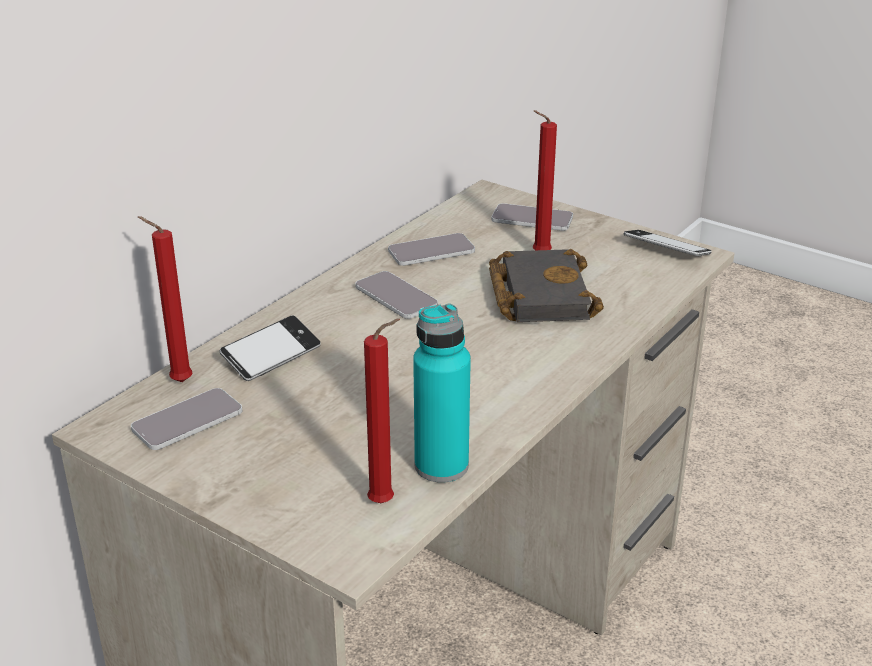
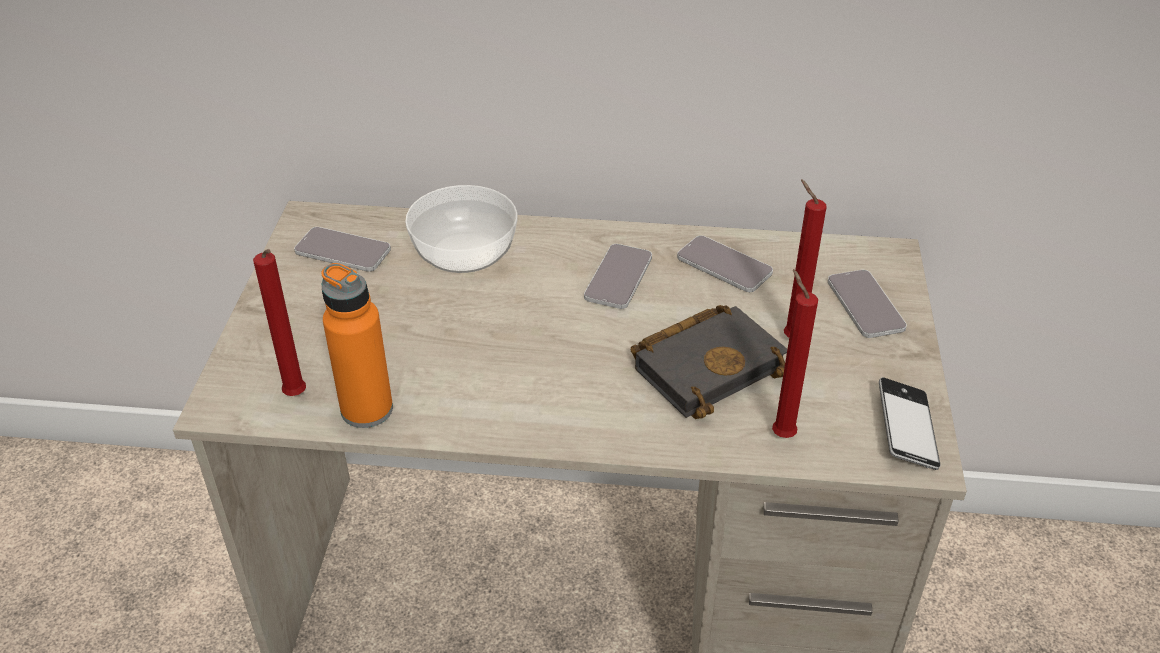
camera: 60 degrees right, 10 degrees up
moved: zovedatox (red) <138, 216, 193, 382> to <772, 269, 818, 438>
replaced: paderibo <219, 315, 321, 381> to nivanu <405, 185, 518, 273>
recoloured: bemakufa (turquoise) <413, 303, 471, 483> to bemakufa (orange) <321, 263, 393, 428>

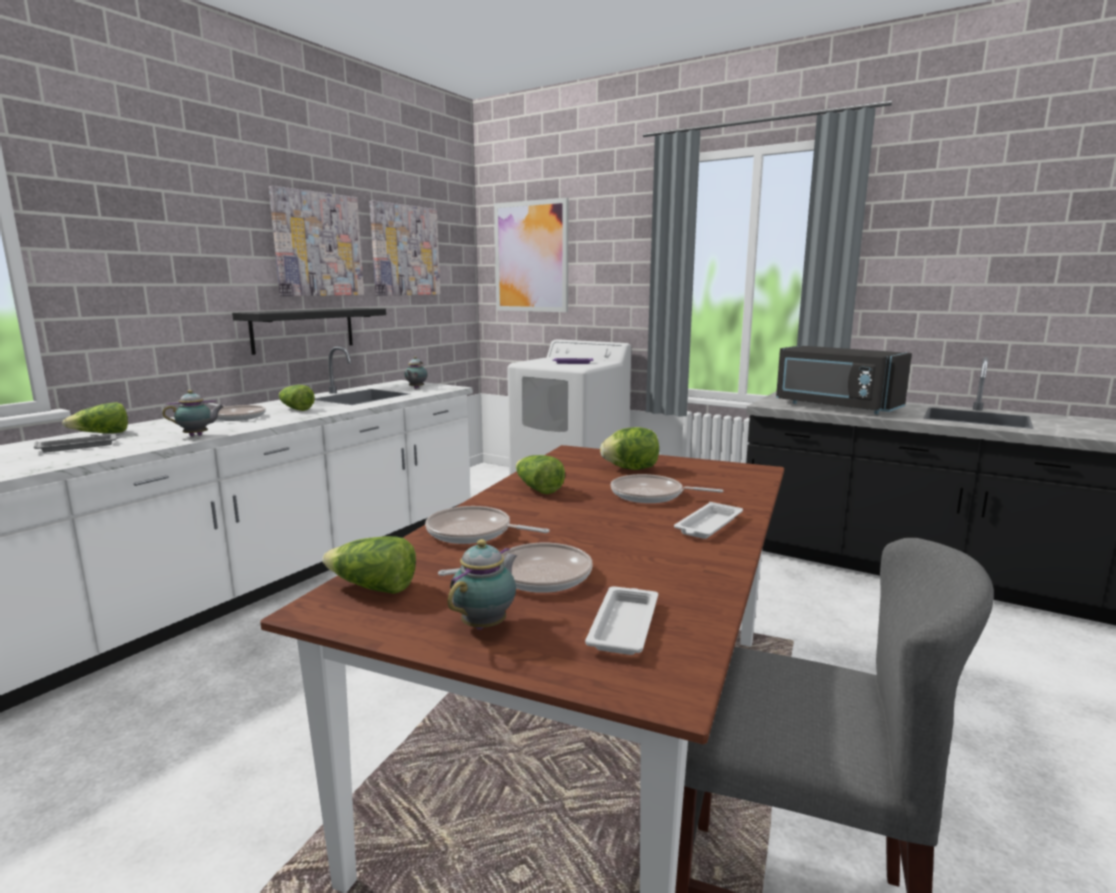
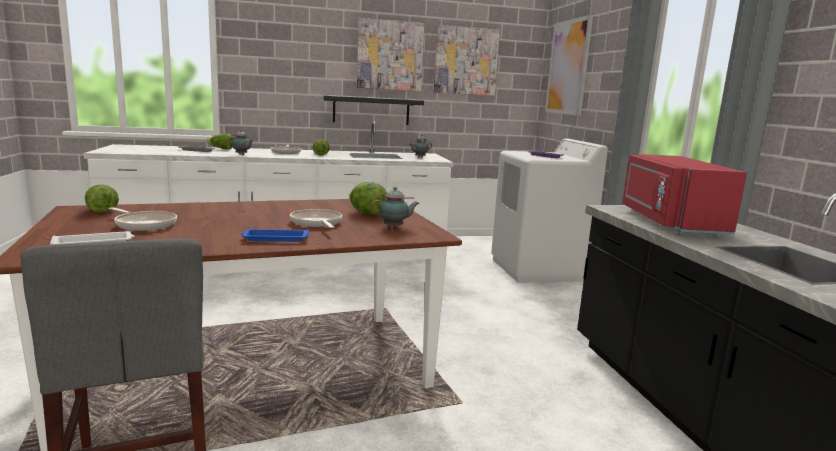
camera: 45 degrees right, 0 degrees up
removed: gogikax <425, 506, 550, 544>; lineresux <516, 455, 565, 494>
moved: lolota <447, 539, 517, 630> to <371, 187, 420, 228>
recoloured: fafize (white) <674, 502, 743, 539> to fafize (blue) <241, 229, 309, 242>; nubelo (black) <776, 346, 912, 414> to nubelo (red) <622, 154, 747, 236>

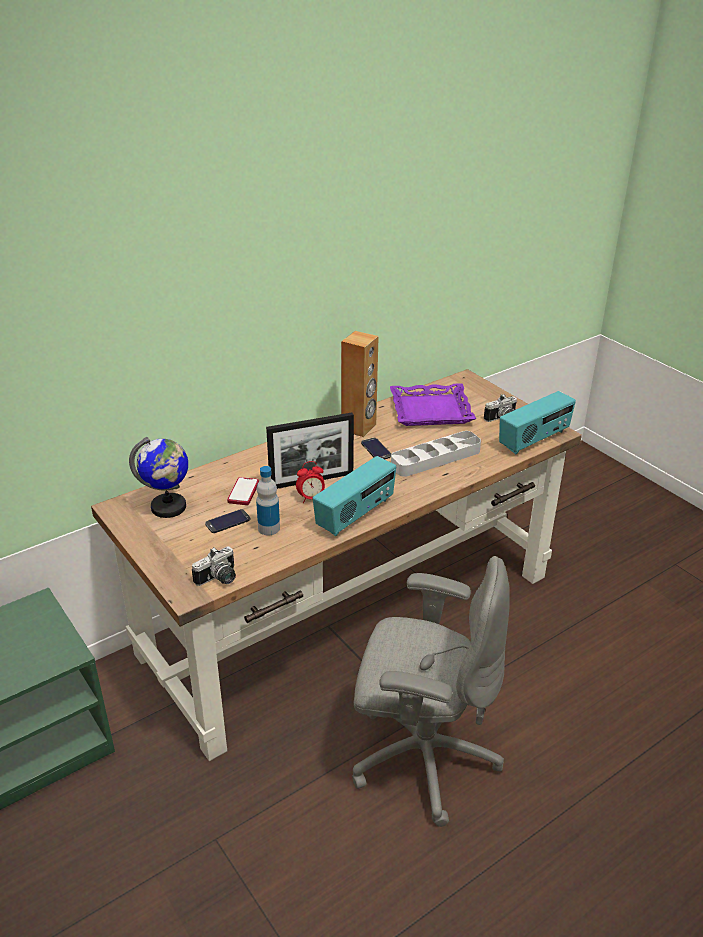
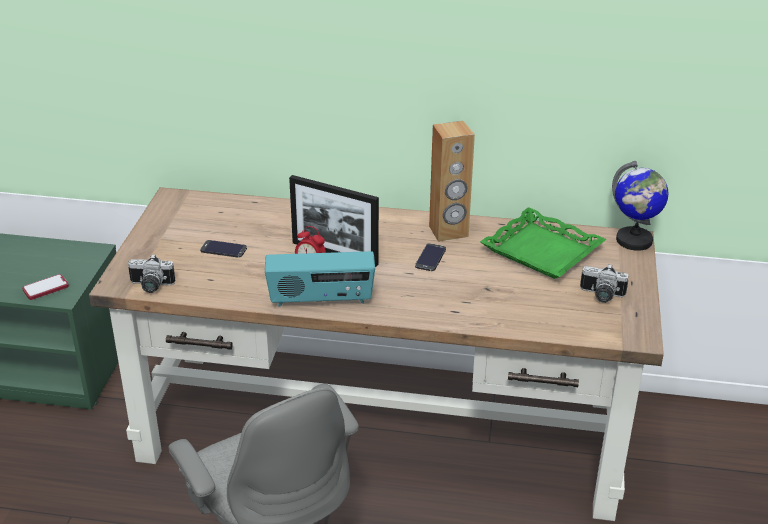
camera: 45 degrees right, 0 degrees up
removed: bemakufa <256, 466, 280, 535>; fafize (grey) <391, 431, 481, 477>; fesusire <499, 391, 576, 454>
moved: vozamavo <129, 437, 188, 518> to <612, 161, 668, 251>; paderibo <227, 477, 259, 505> to <22, 274, 69, 300>
recoloured: fafize (purple) <390, 383, 476, 426> to fafize (green) <480, 207, 606, 279>

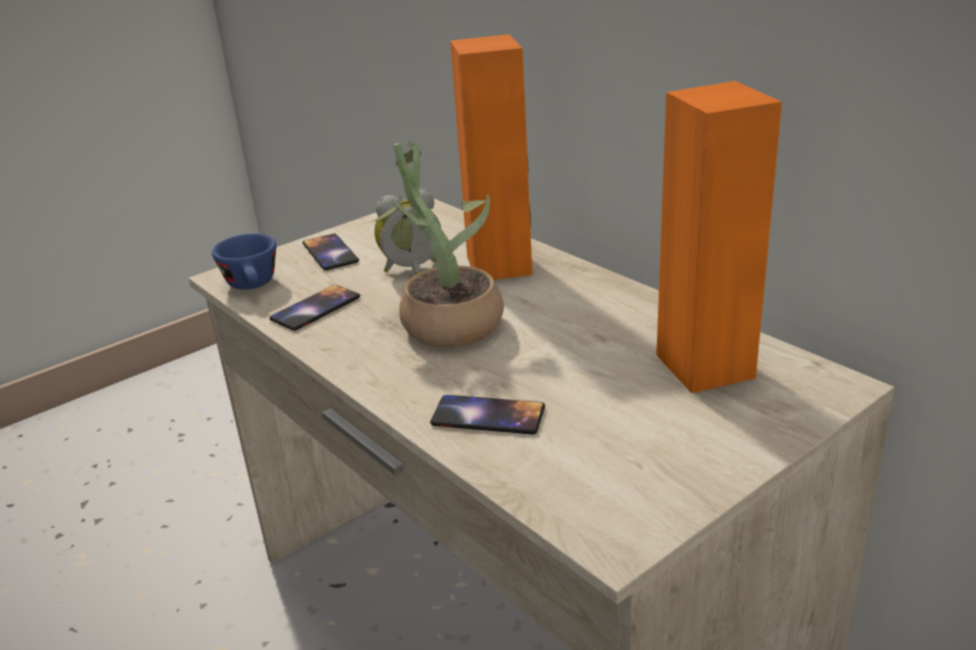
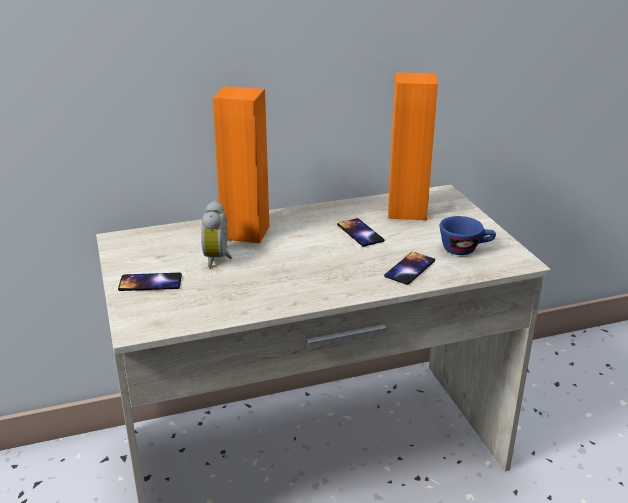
camera: 70 degrees left, 0 degrees up
removed: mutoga <364, 141, 504, 347>
moved: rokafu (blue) <212, 233, 276, 290> to <440, 216, 496, 255>; paderibo <269, 285, 360, 331> to <337, 218, 384, 247>

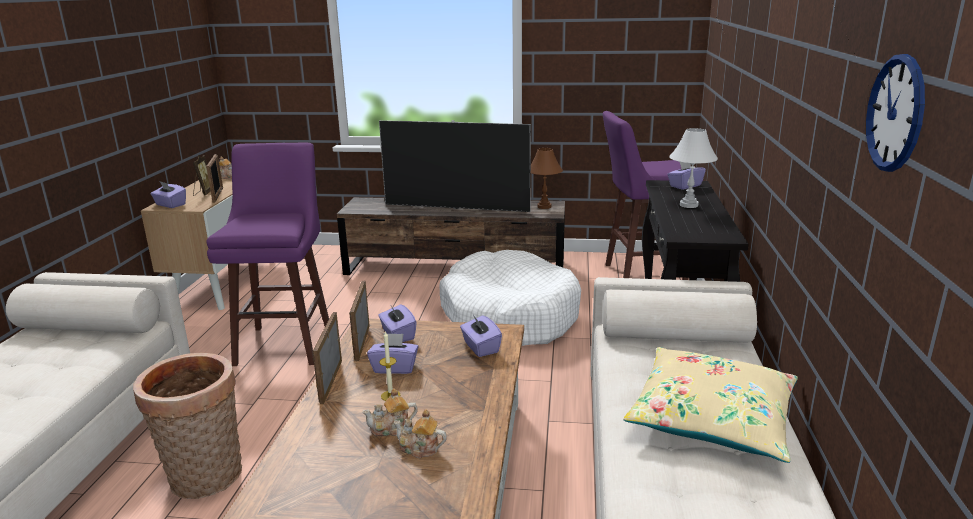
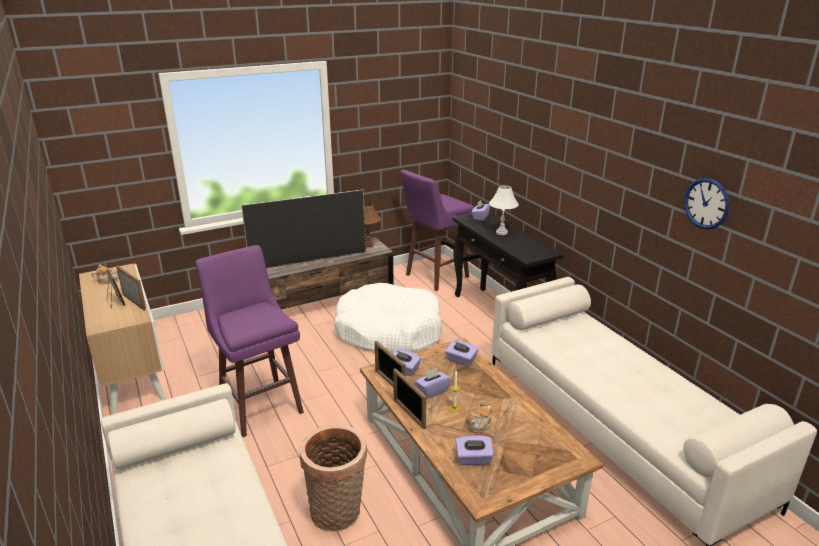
camera: 35 degrees left, 5 degrees up
removed: lolota <394, 409, 447, 458>; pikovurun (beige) <624, 347, 798, 463>
moved: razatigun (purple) <151, 181, 186, 208> to <455, 435, 494, 465>

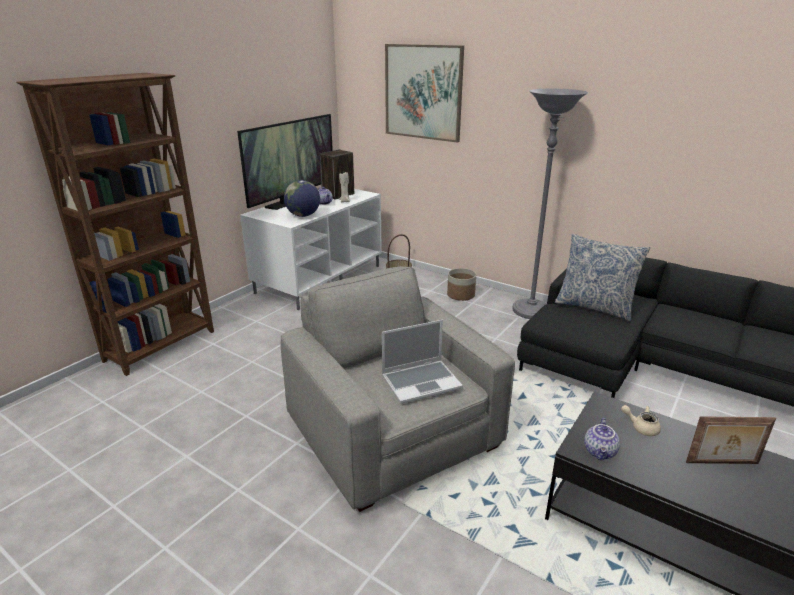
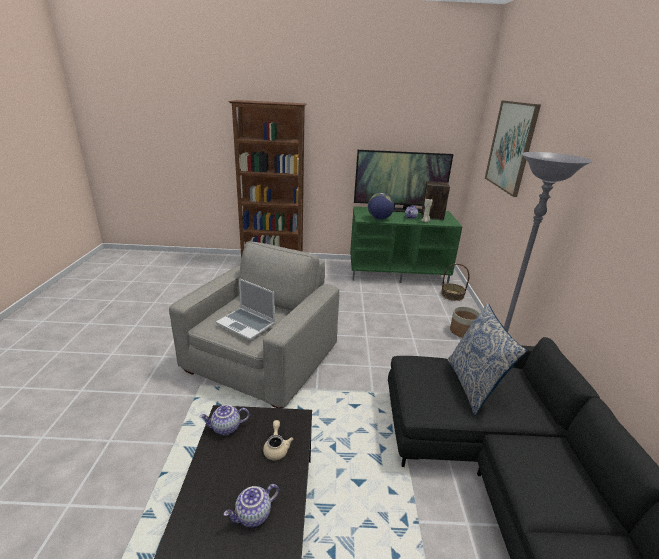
camera: 55 degrees right, 0 degrees up
replaced: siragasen <686, 416, 776, 464> to lolota <223, 484, 279, 527>
recoloured: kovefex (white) <240, 188, 382, 310> to kovefex (green) <350, 207, 462, 284>

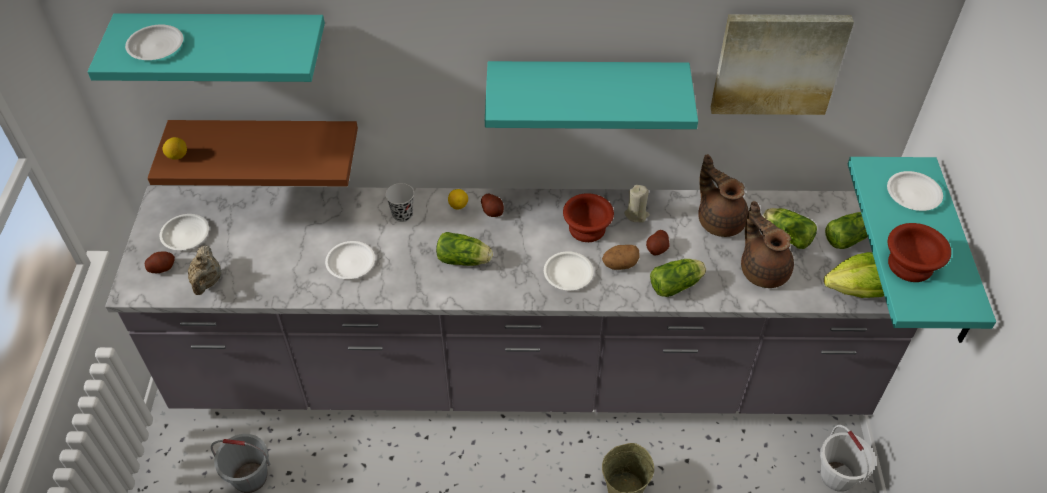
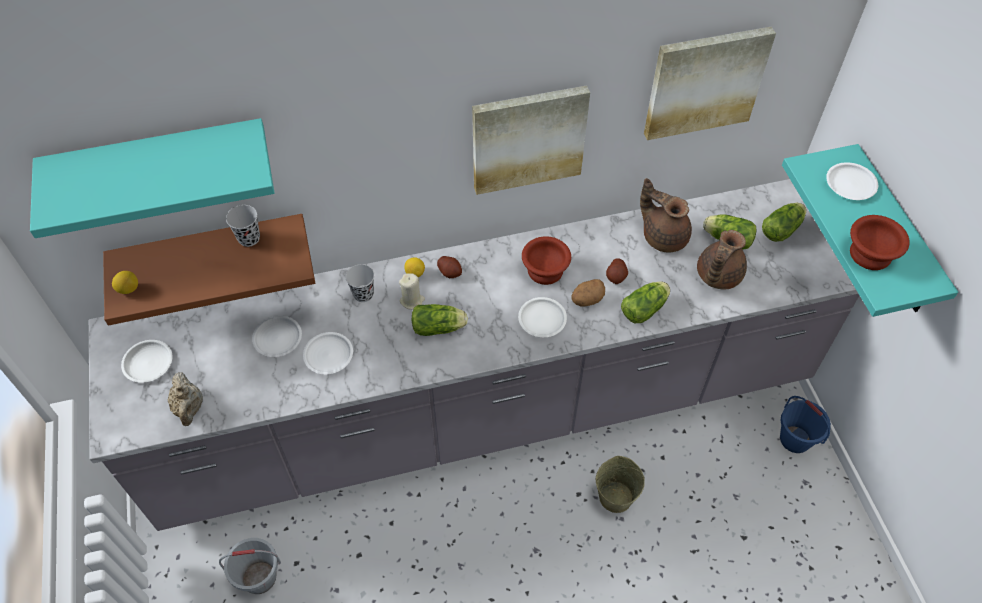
camera: 15 degrees left, 5 degrees up
removed: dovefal <145, 251, 175, 273>; lineresux <824, 252, 884, 298>
added: rokafu (black) <226, 205, 260, 247>
moved: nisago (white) <125, 25, 183, 60> to <252, 316, 302, 357>; zovedatox (beige) <624, 185, 650, 223> to <399, 273, 425, 310>
replaced: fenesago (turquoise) <485, 61, 698, 129> to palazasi <472, 85, 590, 195>
recoloured: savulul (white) <820, 425, 875, 492> to savulul (blue) <780, 396, 831, 453>
turned: lolota (brown) <741, 201, 794, 288> = <697, 230, 747, 290> 105 degrees counterclockwise

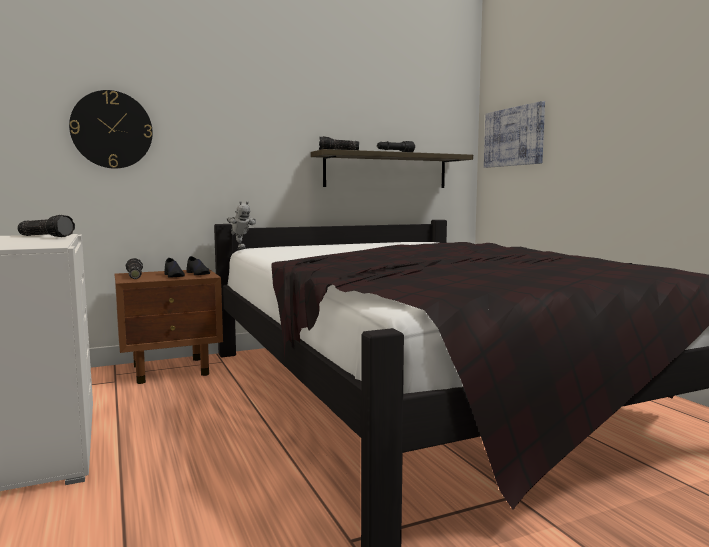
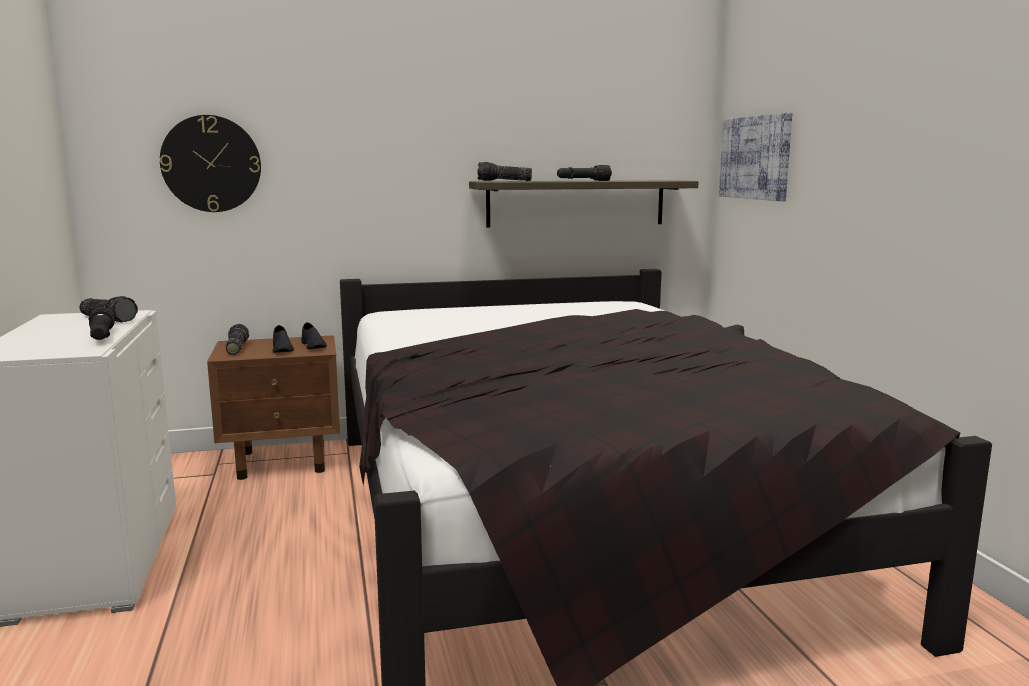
camera: 10 degrees right, 5 degrees up
removed: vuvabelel <227, 201, 256, 249>
added: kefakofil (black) <89, 307, 115, 340>

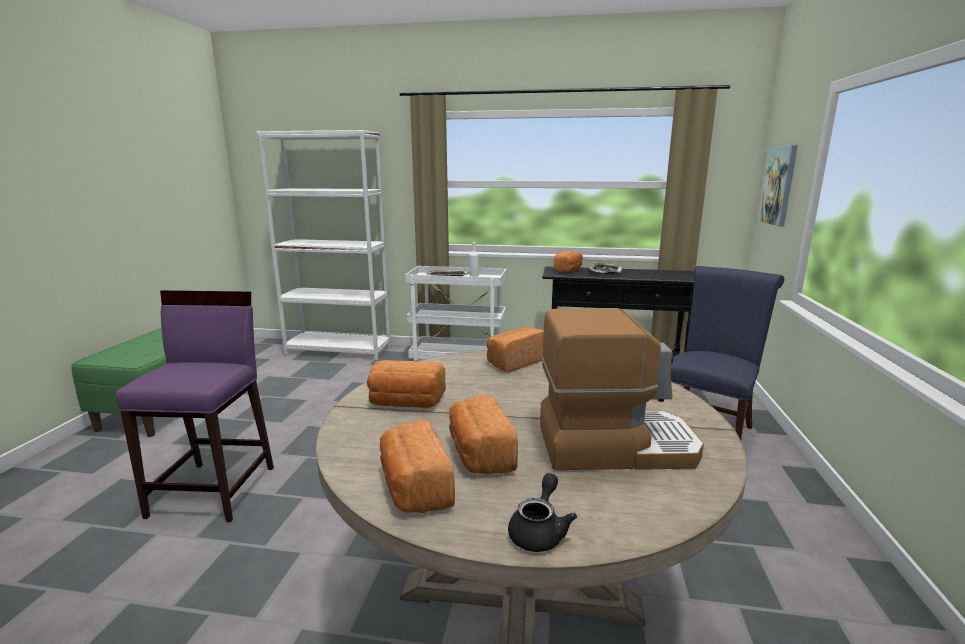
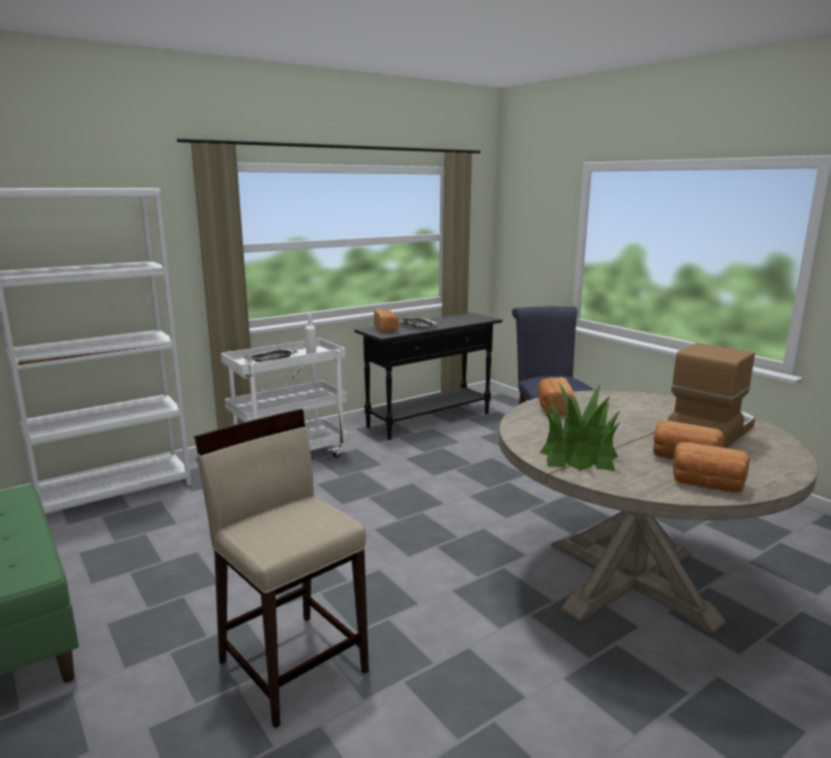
camera: 45 degrees left, 0 degrees up
removed: lolota (black) <508, 473, 577, 552>; palazasi <757, 145, 798, 227>
replaced: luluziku <367, 360, 446, 408> to mutoga <540, 382, 621, 471>
recoloured: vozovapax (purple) <116, 290, 274, 522> to vozovapax (beige) <194, 409, 369, 728>

